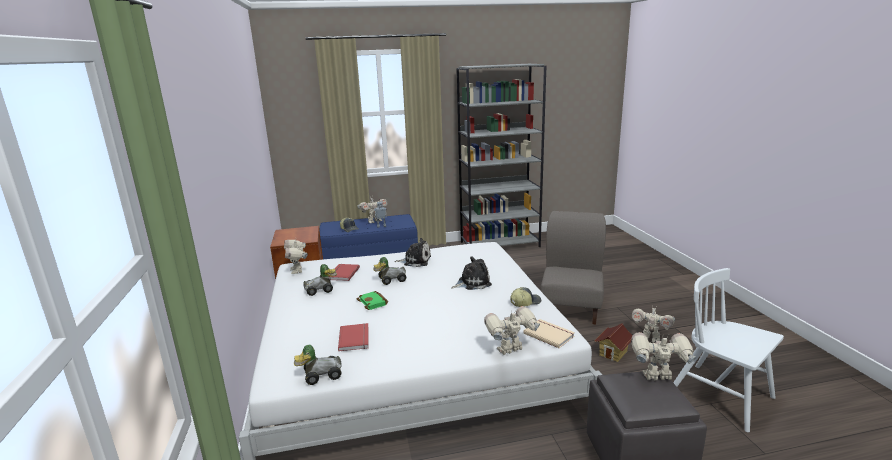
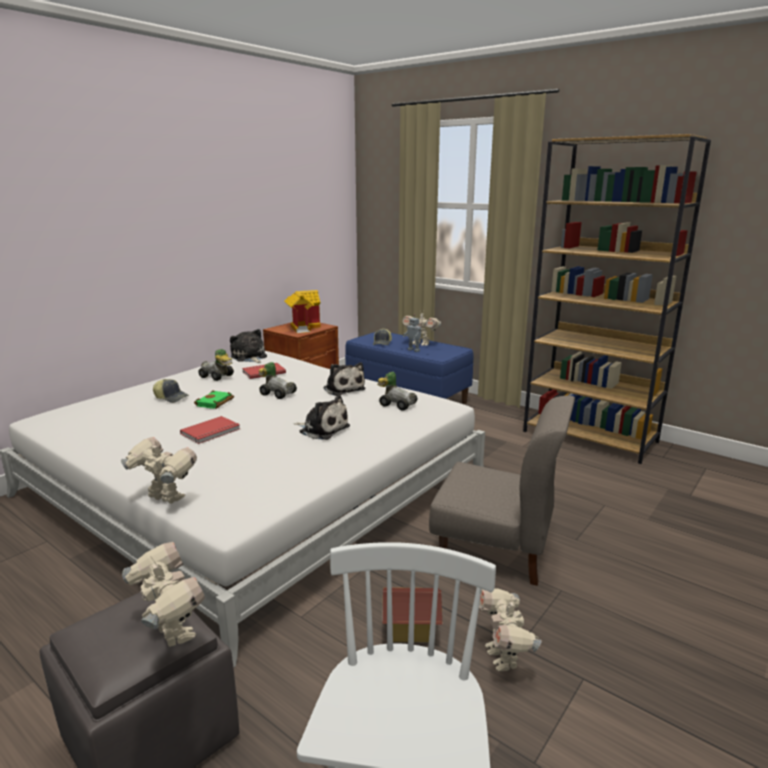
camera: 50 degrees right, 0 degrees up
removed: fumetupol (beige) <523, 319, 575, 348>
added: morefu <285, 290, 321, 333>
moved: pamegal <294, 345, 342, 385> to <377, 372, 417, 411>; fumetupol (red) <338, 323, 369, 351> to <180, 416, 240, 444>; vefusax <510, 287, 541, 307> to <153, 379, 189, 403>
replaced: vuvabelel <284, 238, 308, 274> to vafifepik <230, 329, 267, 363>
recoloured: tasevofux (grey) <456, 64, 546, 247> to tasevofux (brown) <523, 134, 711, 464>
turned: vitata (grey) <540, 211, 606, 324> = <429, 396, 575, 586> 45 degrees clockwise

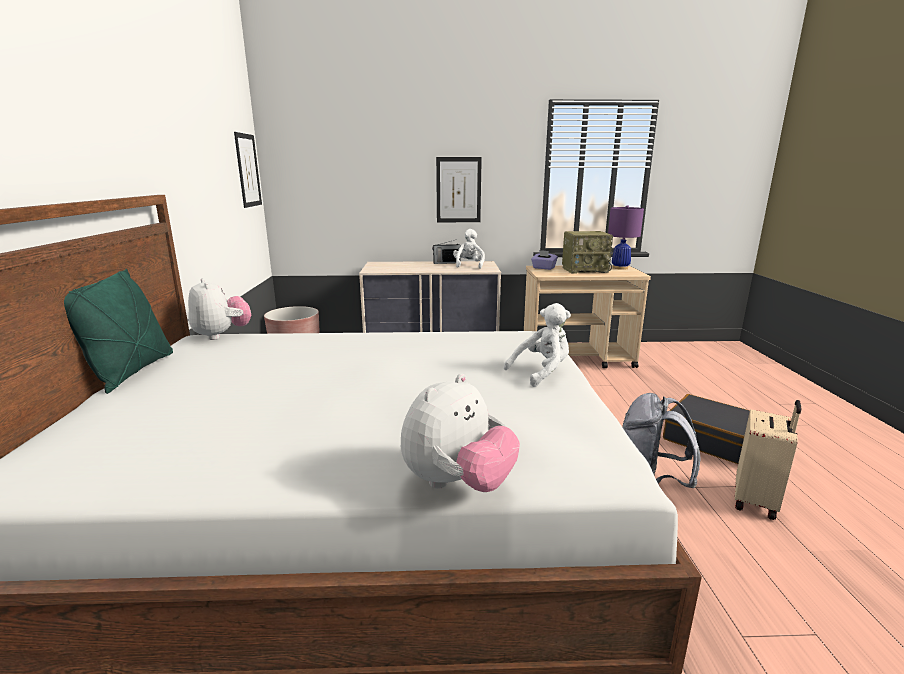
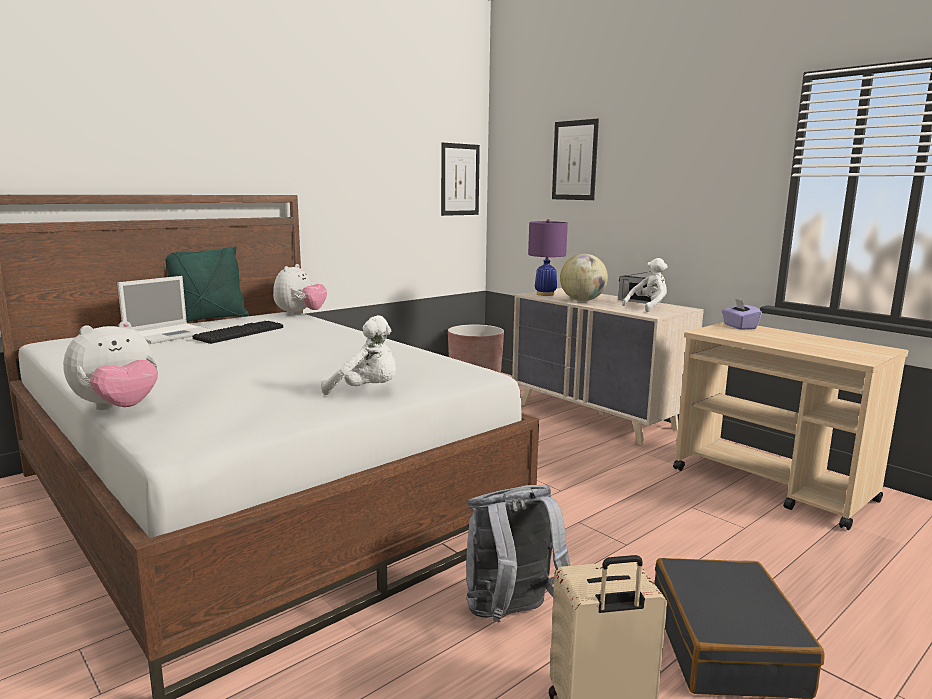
camera: 50 degrees right, 5 degrees down
removed: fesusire <562, 231, 613, 274>
added: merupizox <117, 276, 213, 344>; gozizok <193, 321, 283, 344>; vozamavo <560, 254, 608, 301>
moved: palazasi <436, 157, 482, 222> to <552, 119, 599, 200>; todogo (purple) <608, 205, 644, 270> to <528, 219, 568, 296>
turned: vafifepik <401, 373, 520, 492> = <63, 321, 158, 410> 45 degrees counterclockwise

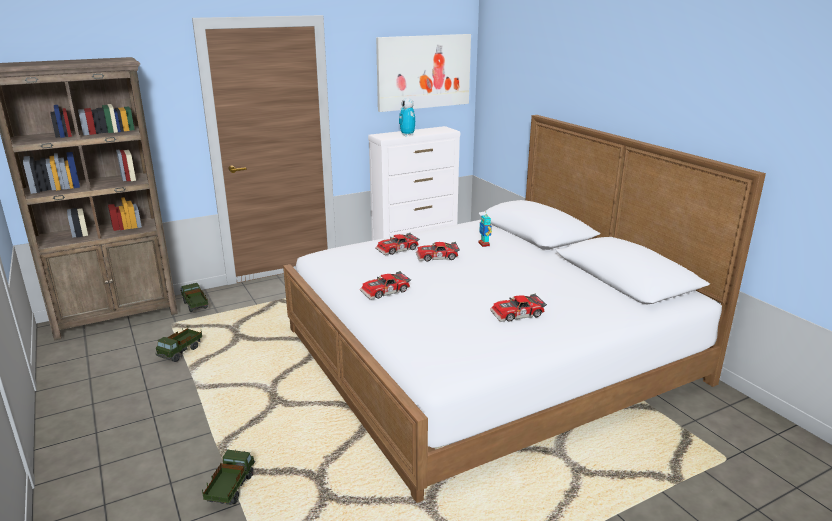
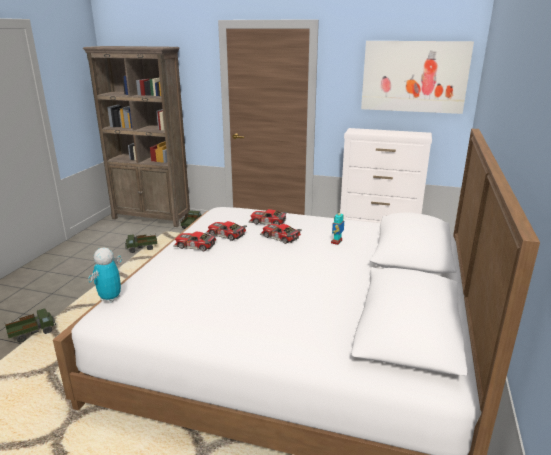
camera: 45 degrees right, 0 degrees up
moved: vuvabelel <399, 98, 415, 136> to <88, 247, 122, 303>; pamegal <490, 293, 547, 322> to <206, 221, 247, 241>

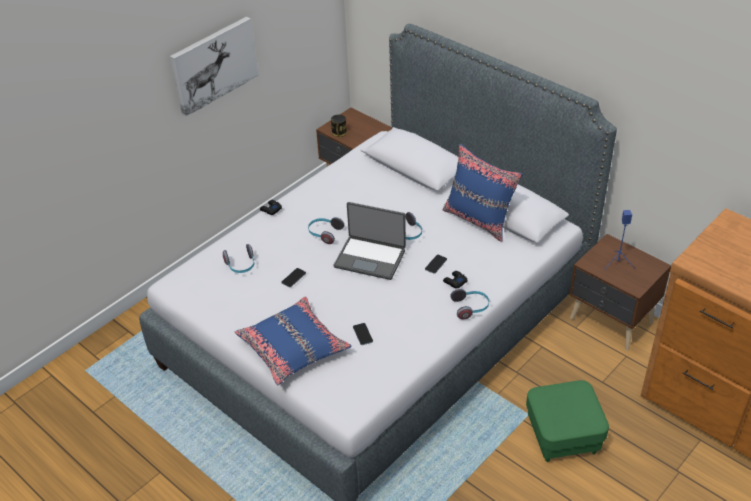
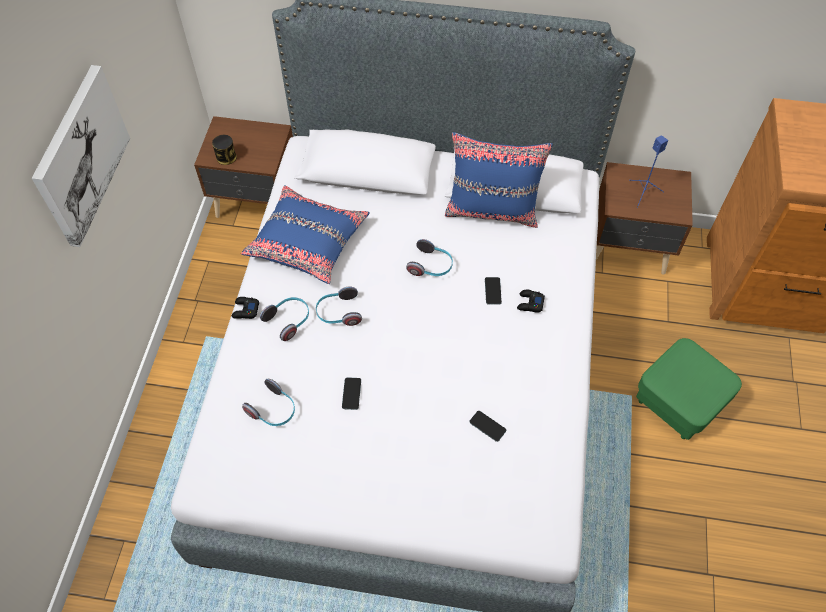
camera: 35 degrees left, 15 degrees up
removed: merupizox <334, 202, 406, 280>
moved: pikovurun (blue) <234, 297, 352, 386> to <241, 185, 370, 284>; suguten <450, 289, 489, 319> to <260, 297, 309, 341>

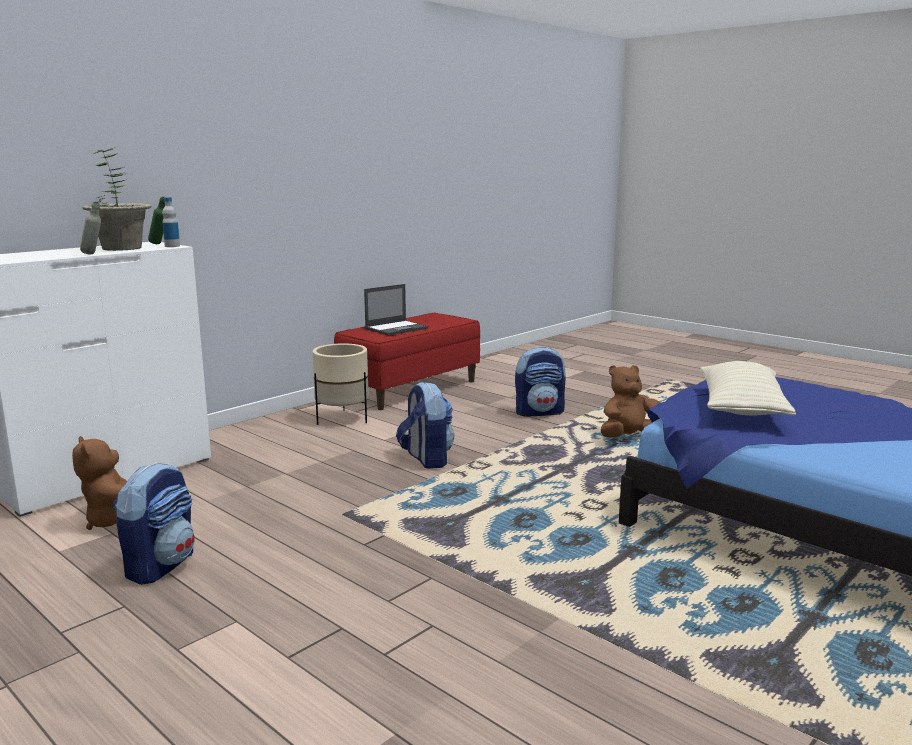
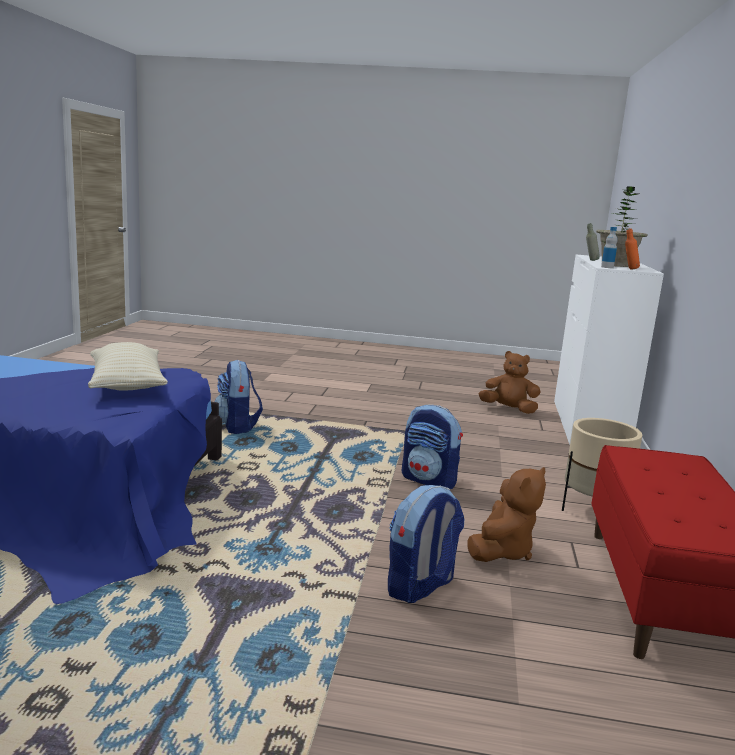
camera: 145 degrees right, 0 degrees up
removed: merupizox <364, 284, 428, 336>
moved: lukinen <113, 462, 195, 585> to <215, 360, 263, 434>; vafifepik (brown) <601, 365, 660, 437> to <467, 467, 546, 562>
recoloured: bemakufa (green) <148, 196, 165, 244> to bemakufa (orange) <625, 228, 640, 269>

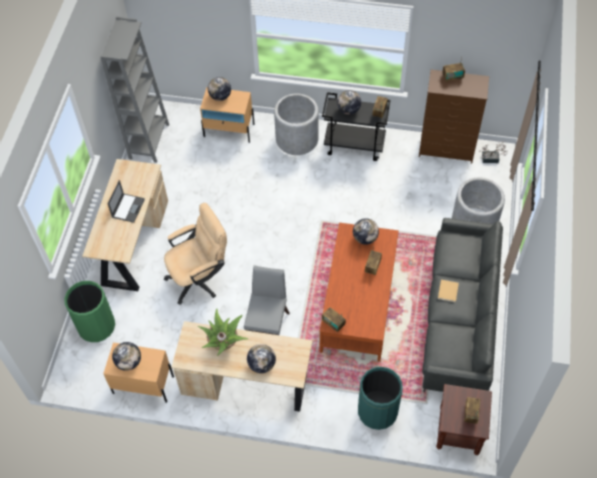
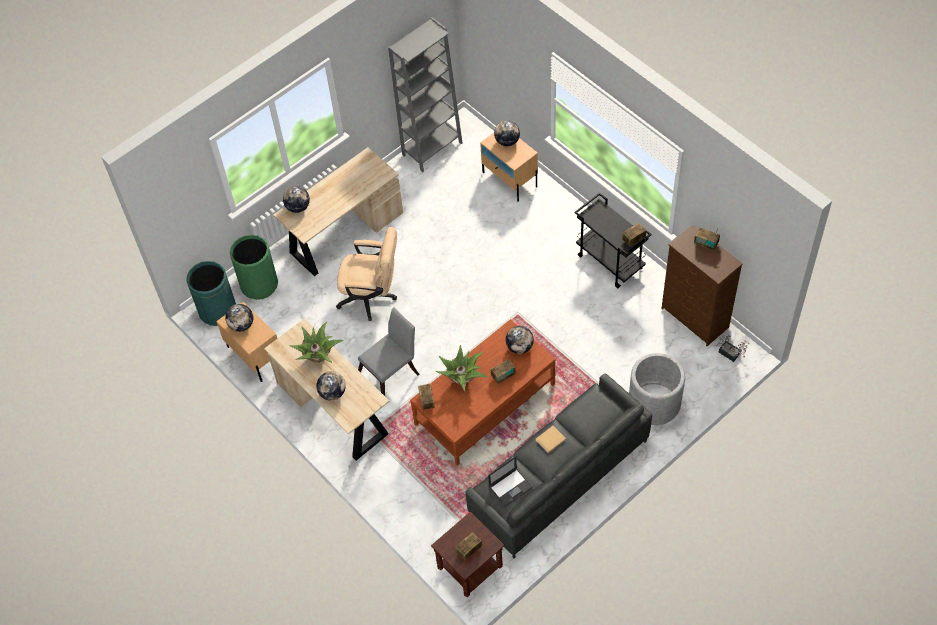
camera: 40 degrees right, 0 degrees up
removed: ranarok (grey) <274, 93, 319, 155>
added: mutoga <436, 345, 487, 392>
moved: merupizox <108, 180, 145, 223> to <488, 456, 533, 507>; vozamavo <337, 90, 361, 115> to <283, 186, 310, 213>; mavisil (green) <358, 367, 403, 430> to <186, 261, 236, 326>

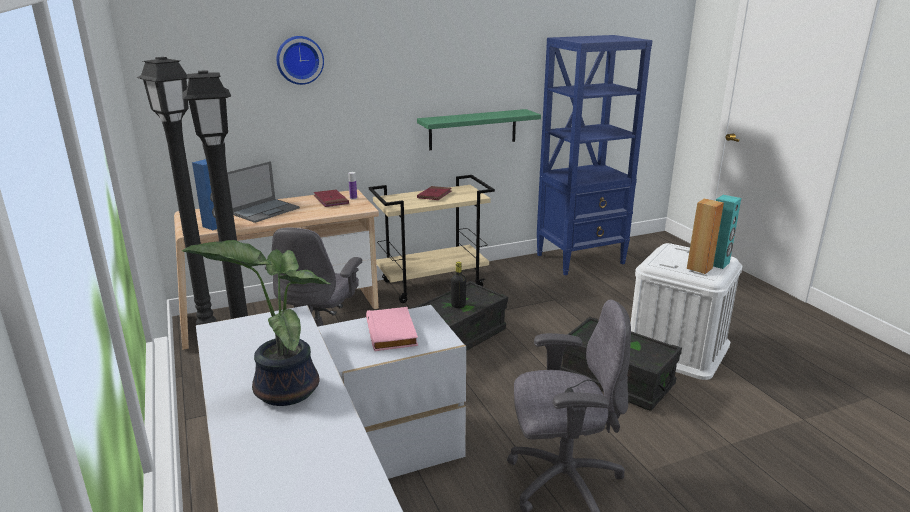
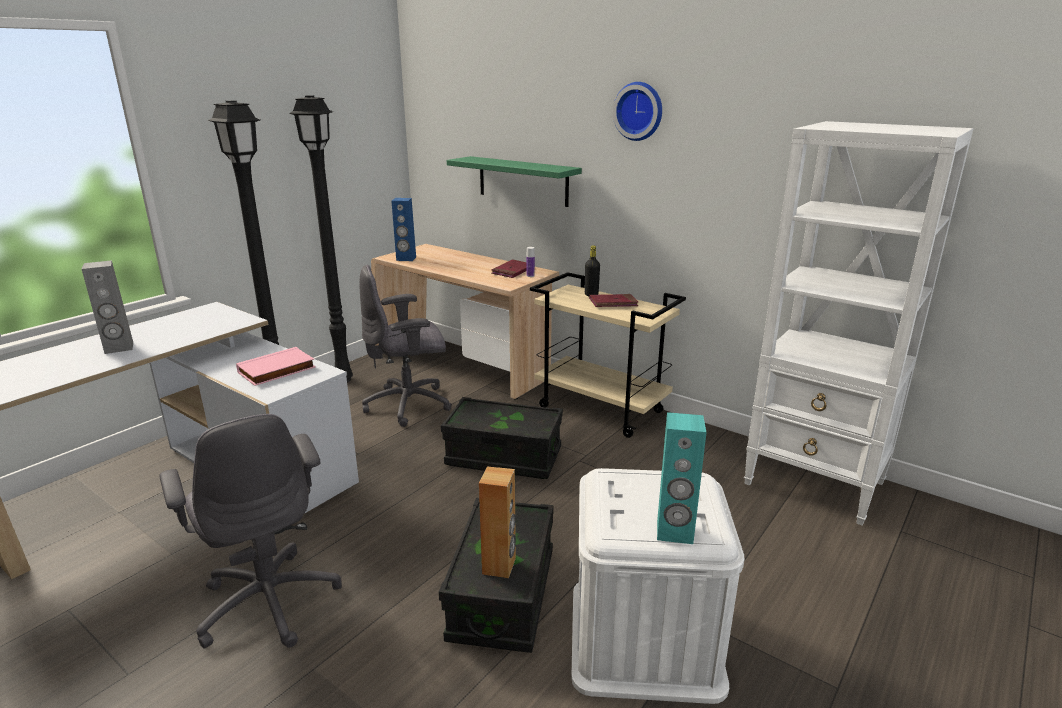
camera: 60 degrees right, 0 degrees up
removed: merupizox <227, 161, 300, 223>
moved: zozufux <277, 36, 324, 85> to <613, 82, 662, 141>; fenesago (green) <417, 109, 541, 150> to <447, 156, 582, 207>; bemakufa (black) <451, 262, 466, 308> to <585, 245, 600, 296>; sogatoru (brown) <687, 198, 724, 274> to <479, 466, 516, 578>
replaced: mutoga <182, 240, 331, 406> to sogatoru (grey) <82, 260, 133, 354>
recoloured: tasevofux (blue) <537, 35, 653, 275> to tasevofux (white) <744, 121, 974, 526>

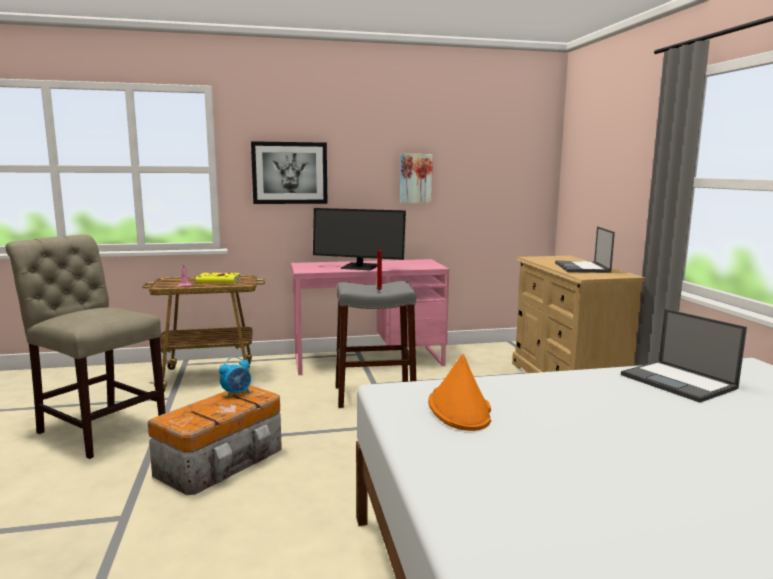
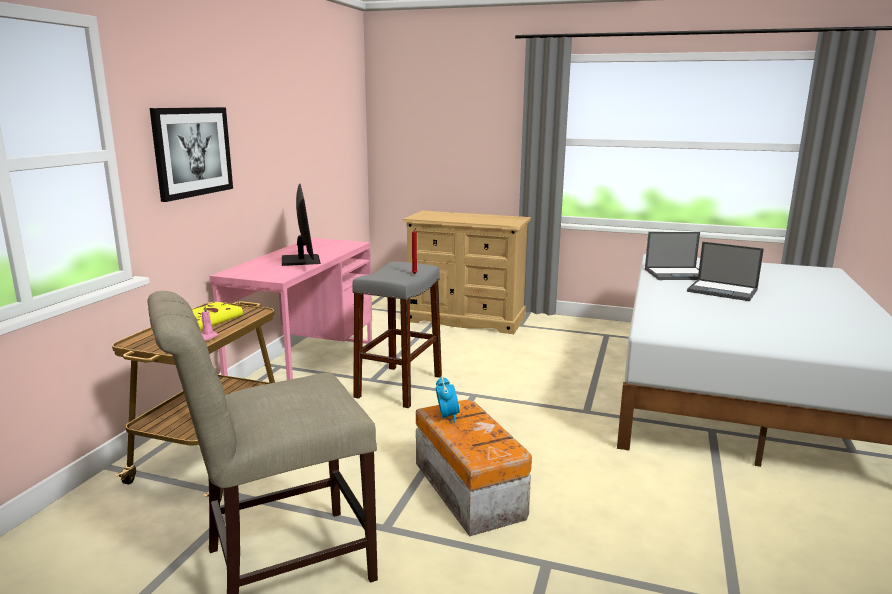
camera: 60 degrees left, 5 degrees up
removed: palazasi <400, 154, 433, 203>; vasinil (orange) <428, 354, 491, 431>
moved: merupizox <555, 226, 615, 273> to <687, 242, 764, 301>
turned: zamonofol <313, 208, 406, 271> = <282, 184, 321, 266> 60 degrees counterclockwise

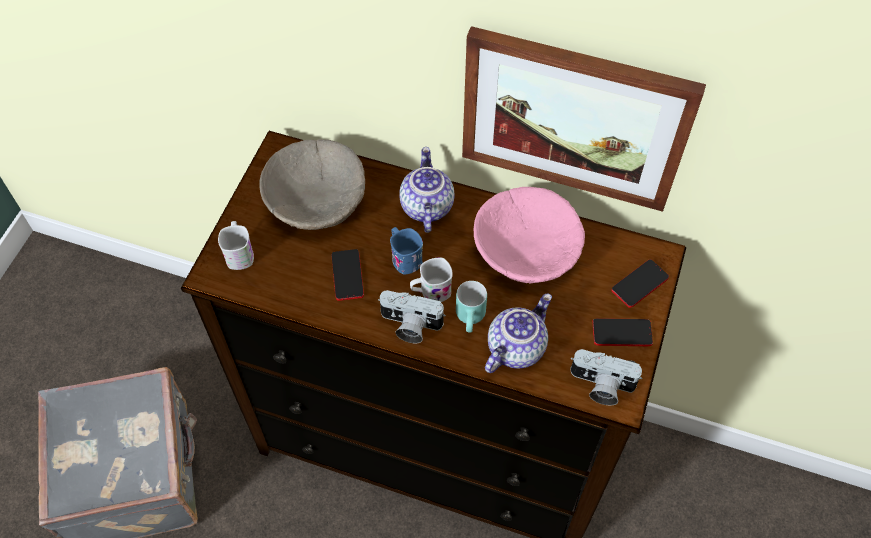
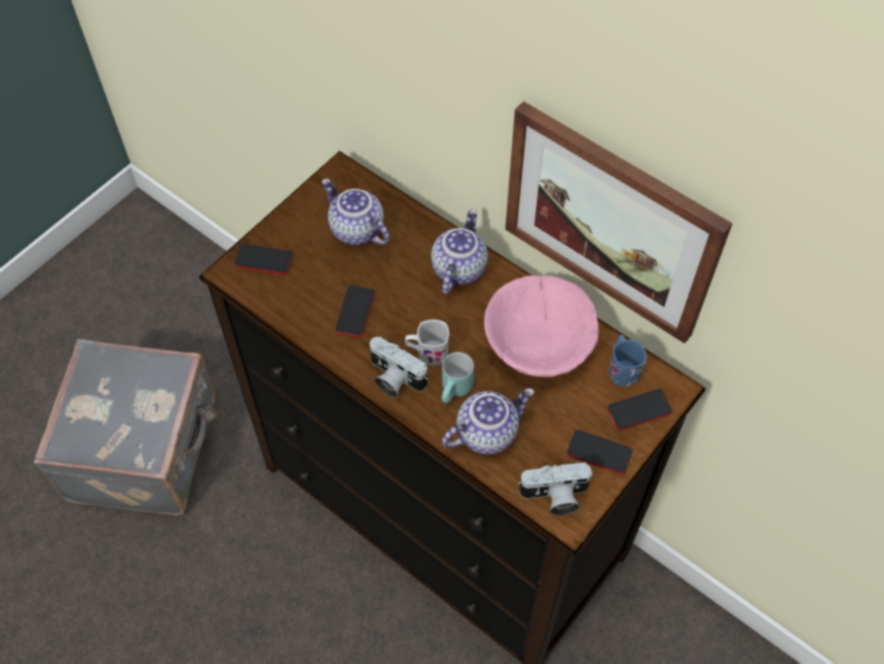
camera: 20 degrees right, 0 degrees up
moved: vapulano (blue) <390, 227, 423, 275> to <609, 335, 646, 386>
replaced: vapulano (white) <218, 221, 254, 270> to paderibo <234, 244, 294, 275>; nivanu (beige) <259, 139, 365, 230> to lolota <322, 179, 389, 245>
turned: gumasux <570, 349, 642, 406> = <518, 462, 593, 515> 45 degrees counterclockwise

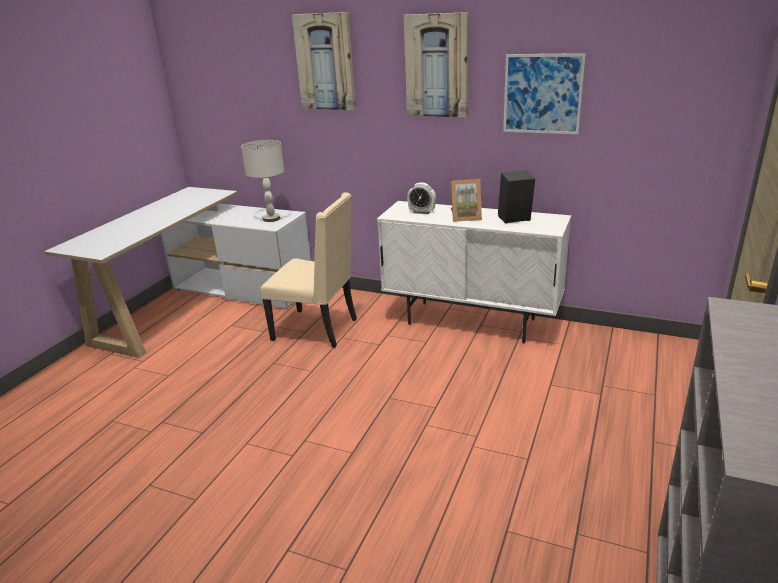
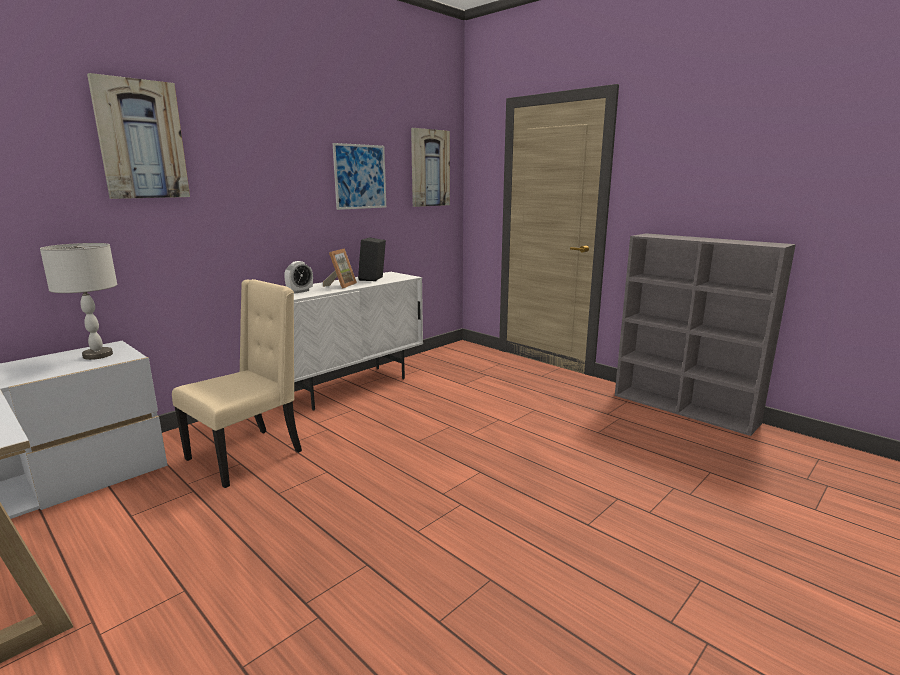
camera: 70 degrees left, 10 degrees down
moved: palazasi <404, 12, 469, 117> to <411, 128, 450, 207>

